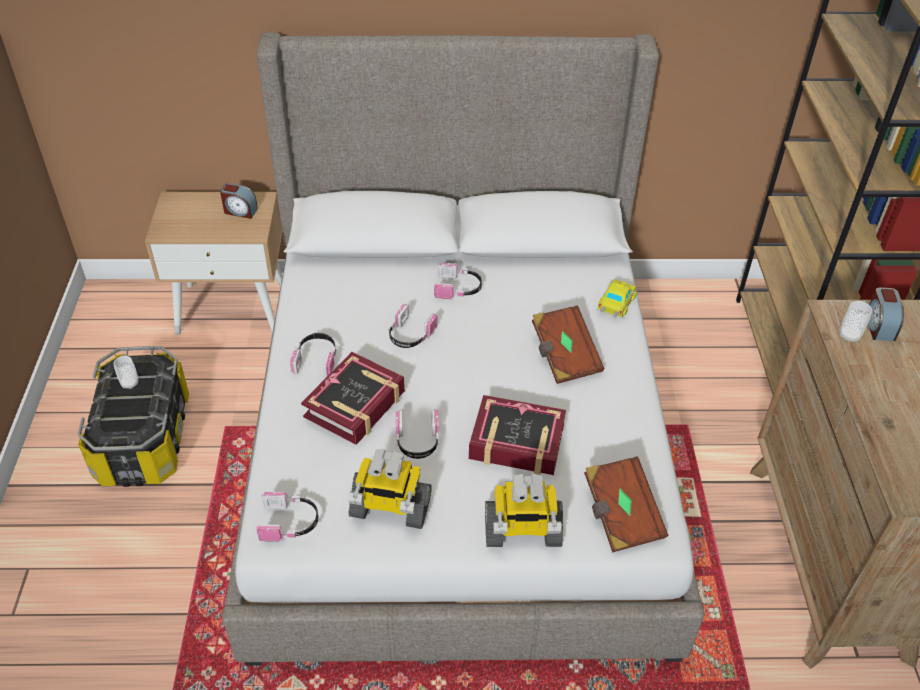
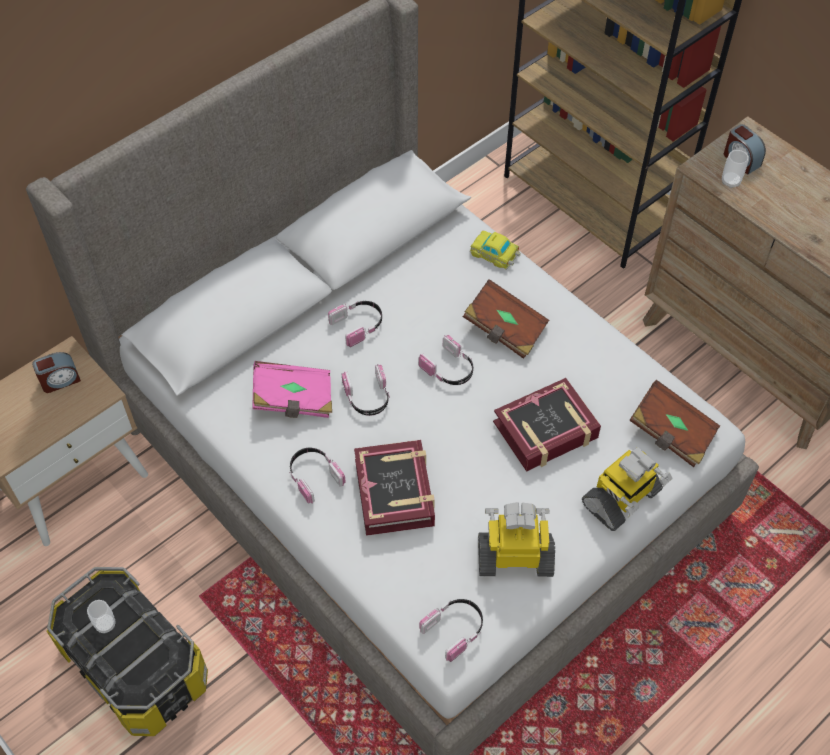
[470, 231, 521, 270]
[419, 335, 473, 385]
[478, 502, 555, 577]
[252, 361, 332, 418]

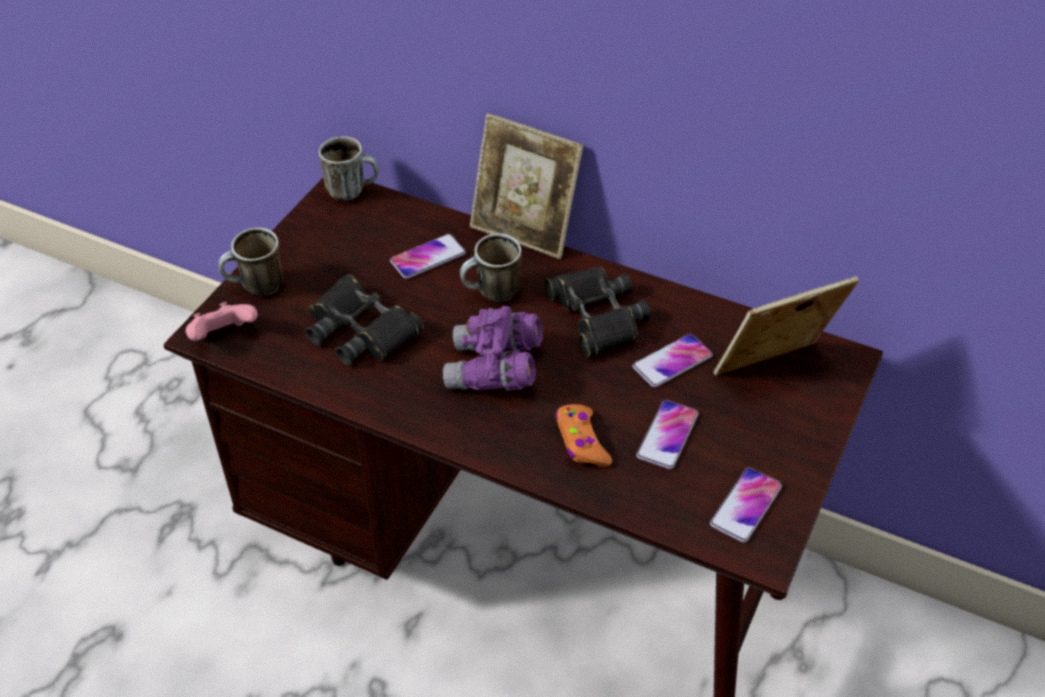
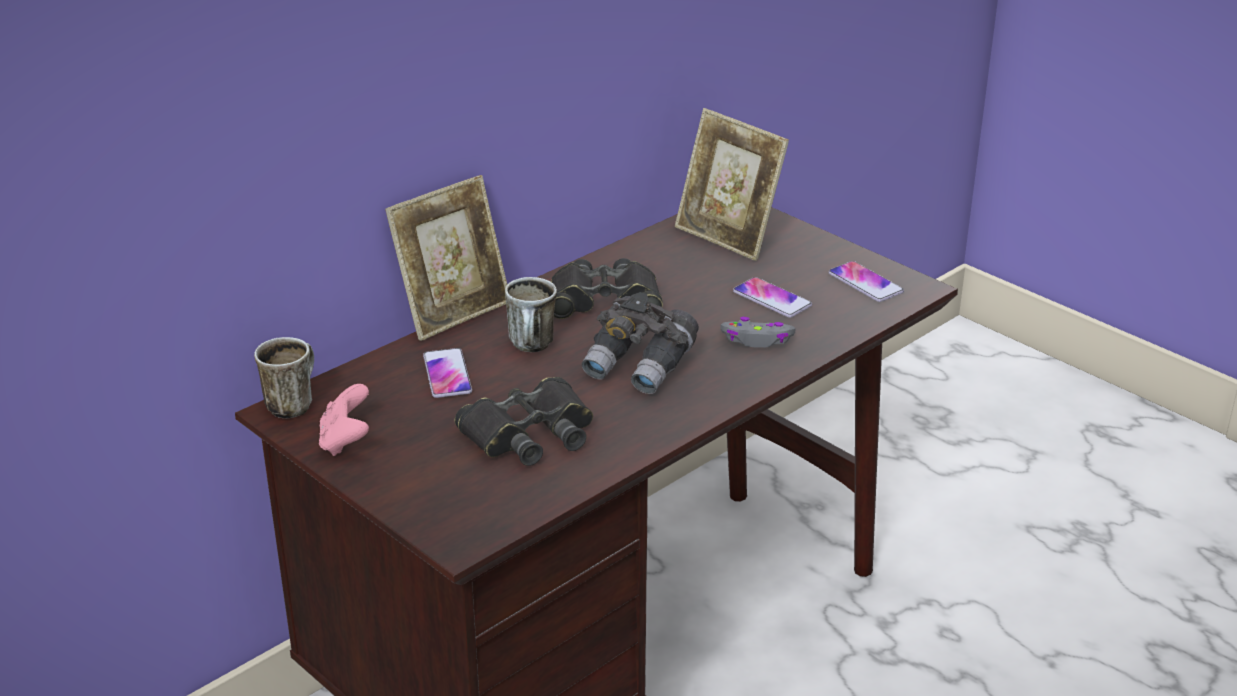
[218, 228, 283, 296] (first image)
[675, 108, 789, 261]
[319, 384, 369, 456]
[582, 292, 699, 394]
[632, 334, 713, 387] (first image)
[720, 317, 796, 348]

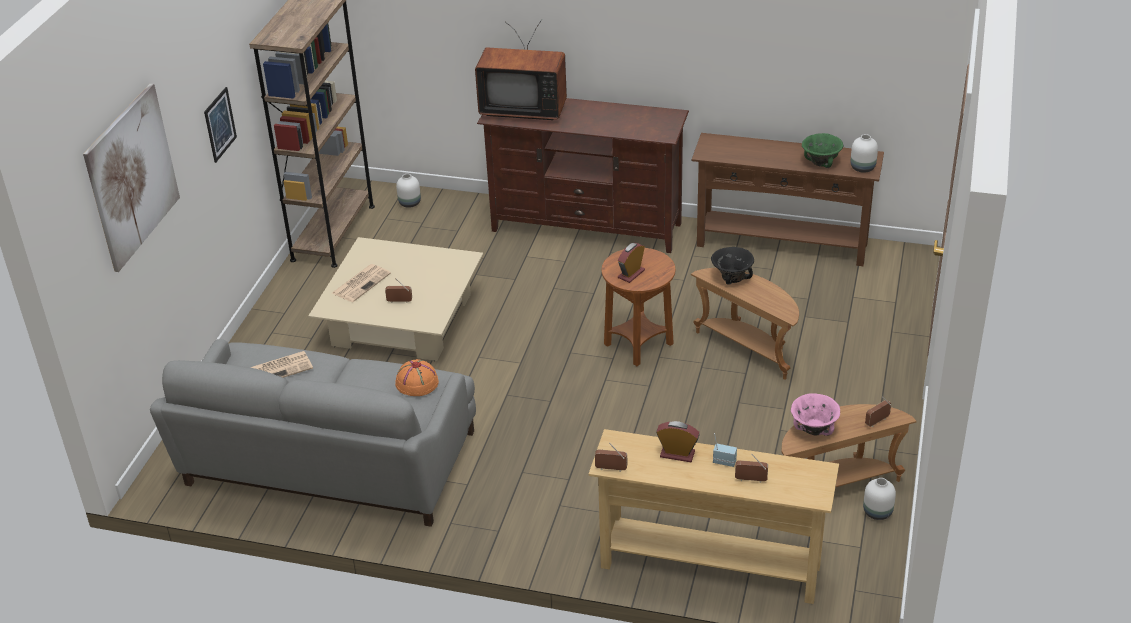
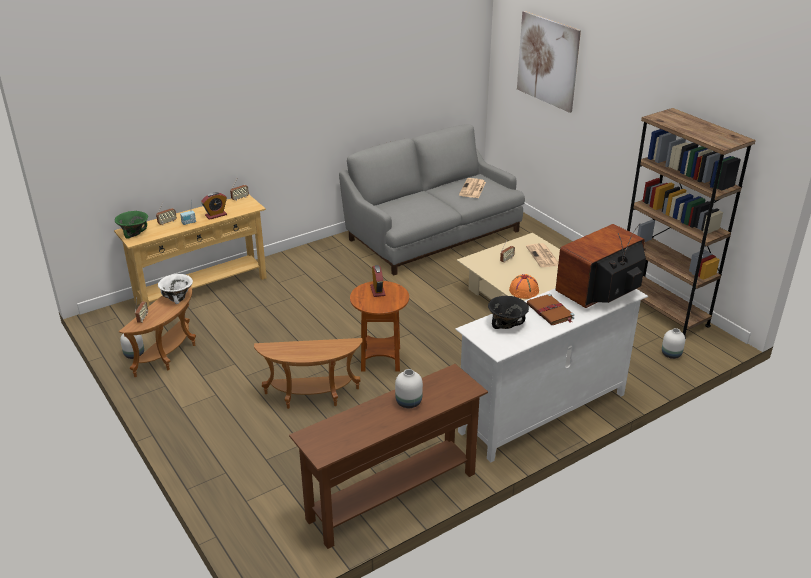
[204, 87, 237, 163] (first image)
[455, 288, 648, 463]
[115, 211, 148, 239]
[395, 369, 423, 408]
[488, 296, 529, 329]
[509, 274, 539, 299]
[158, 274, 193, 304]
[527, 294, 575, 325]

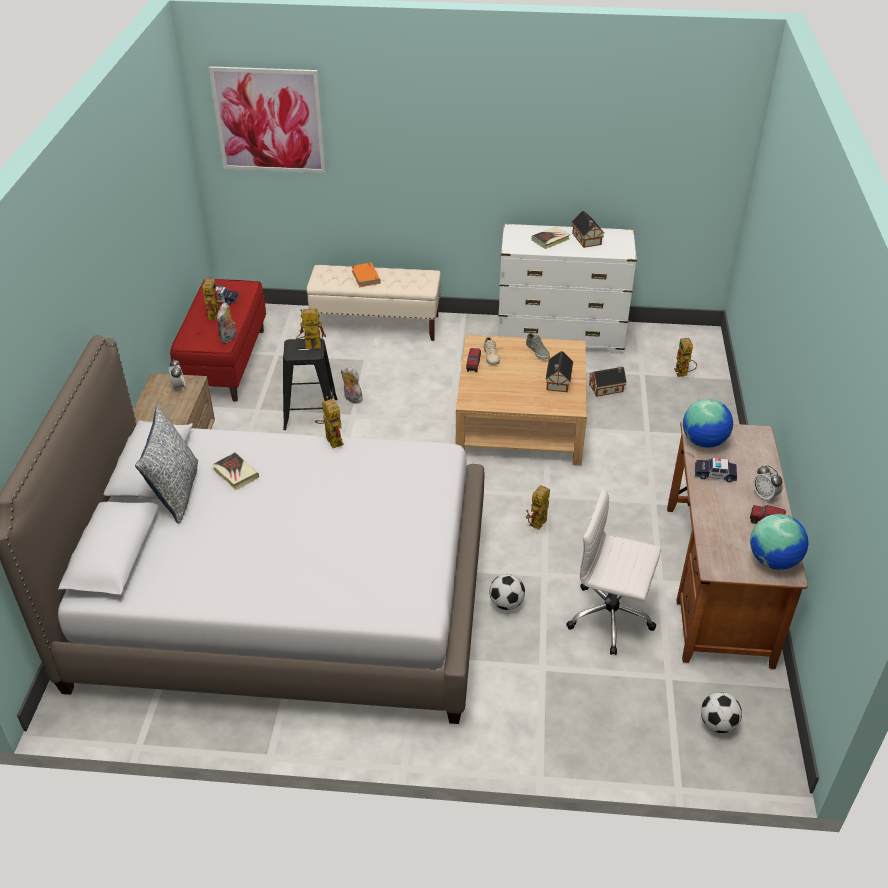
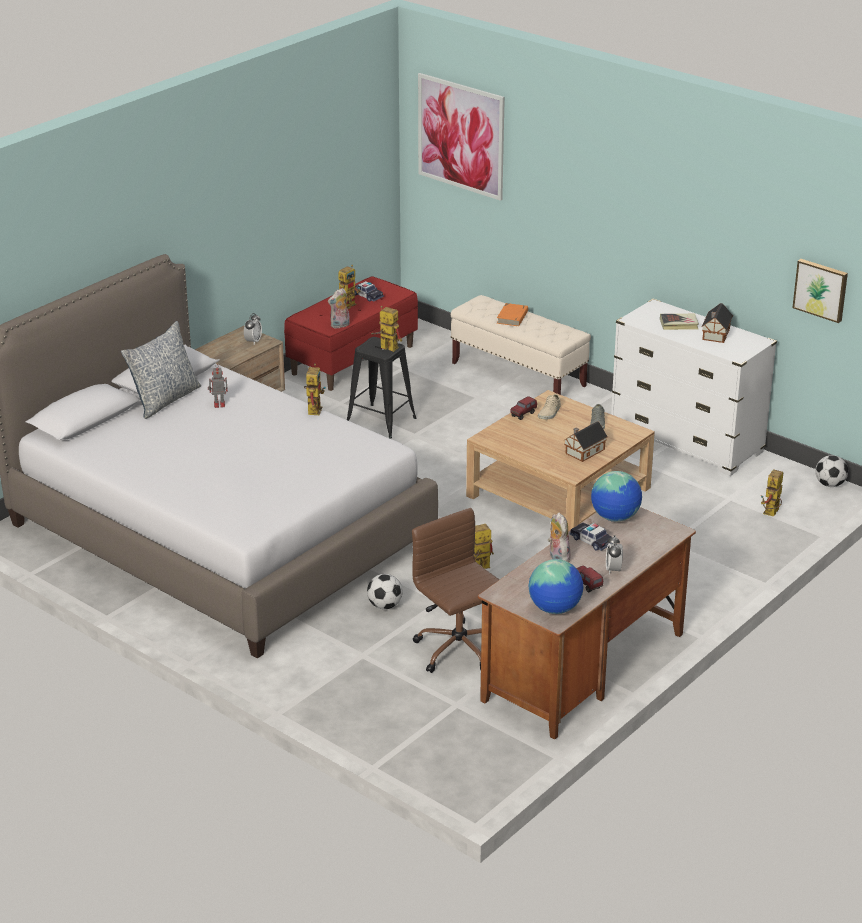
[589, 366, 627, 397] (first image)
[548, 513, 571, 562]
[208, 367, 228, 408]
[412, 508, 500, 673]
[815, 455, 848, 487]
[792, 259, 848, 323]

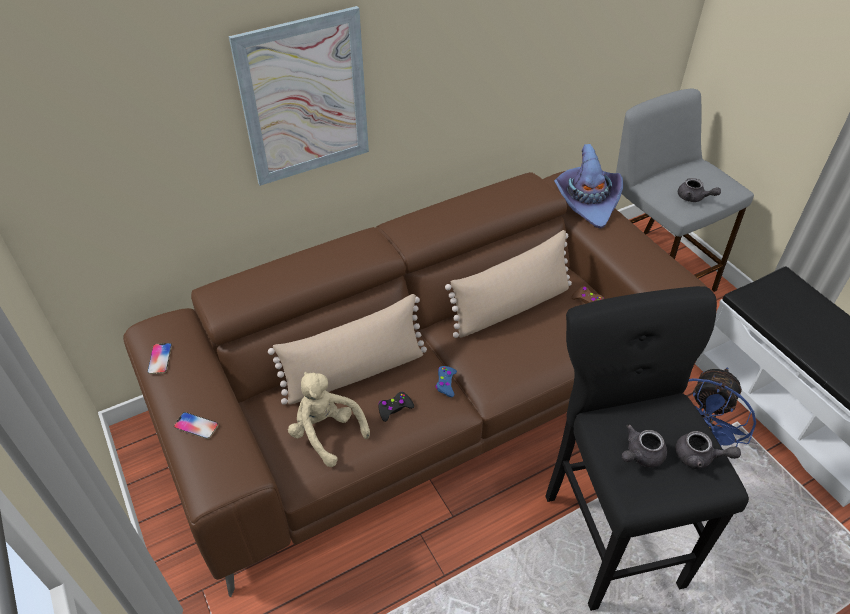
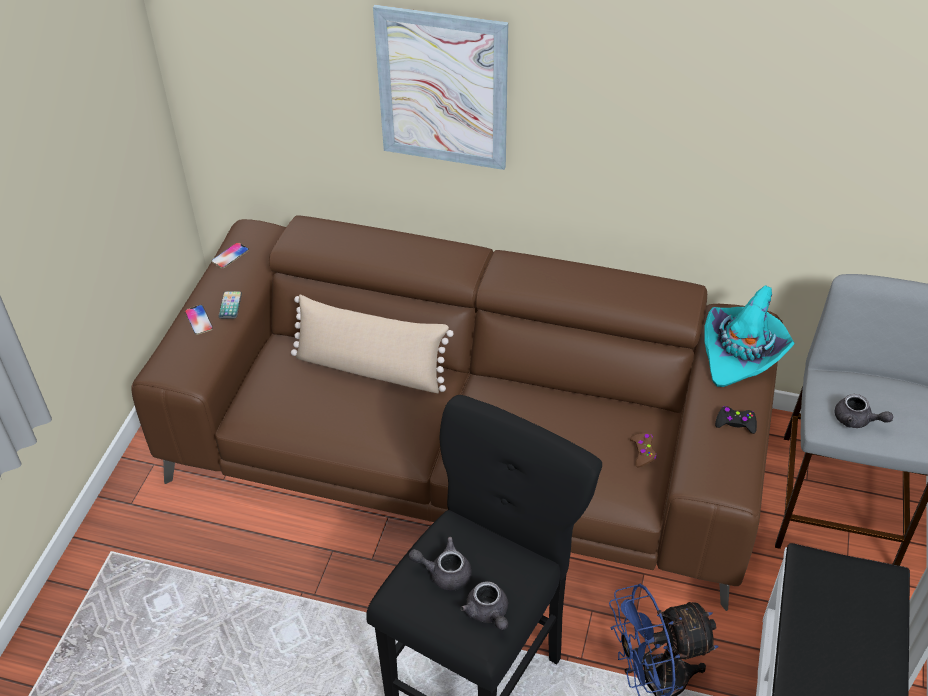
[705, 285, 795, 387]
[835, 394, 893, 428]
[445, 230, 572, 338] (first image)
[436, 366, 457, 397] (first image)
[288, 372, 370, 467] (first image)
[715, 406, 757, 434]
[218, 291, 242, 319]

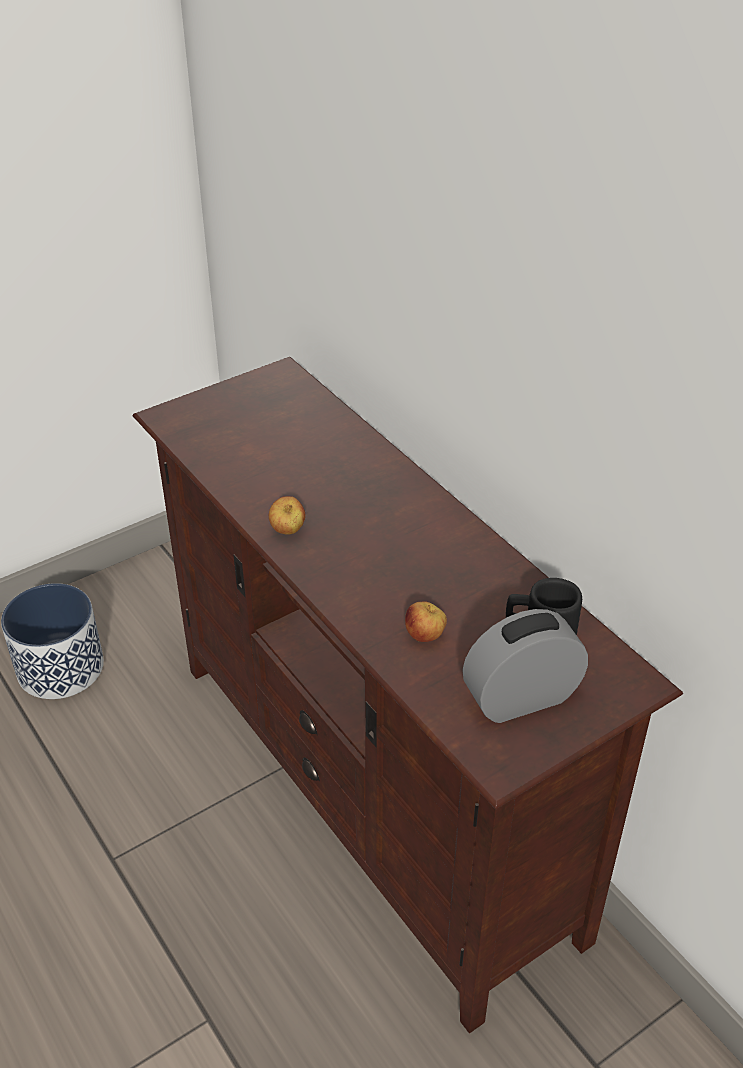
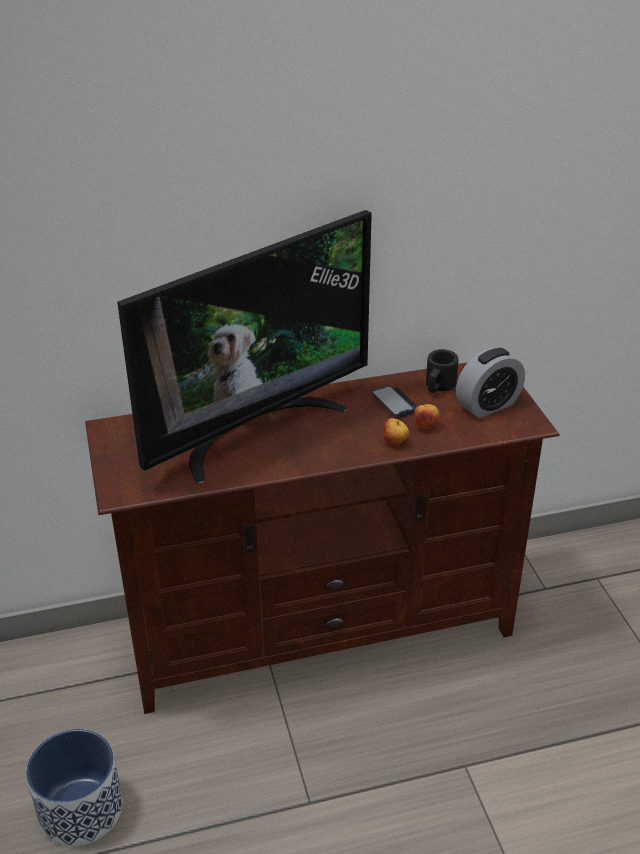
[382, 418, 409, 445]
[456, 347, 525, 418]
[117, 210, 372, 484]
[371, 386, 417, 417]

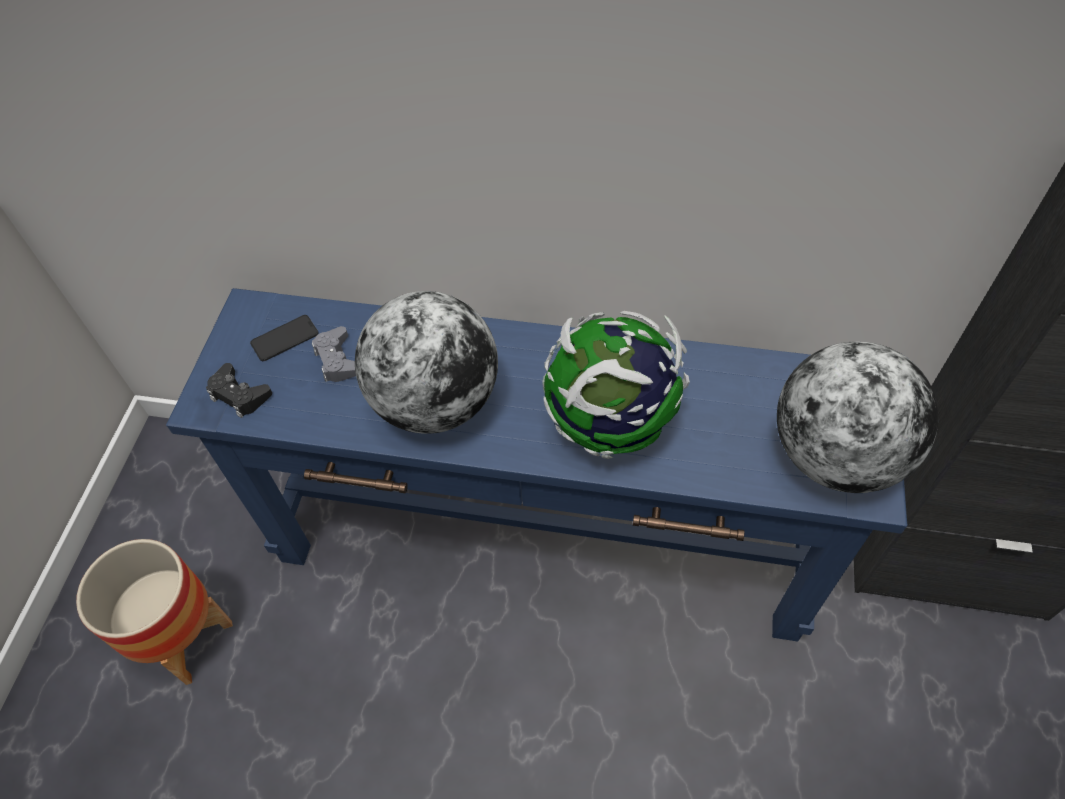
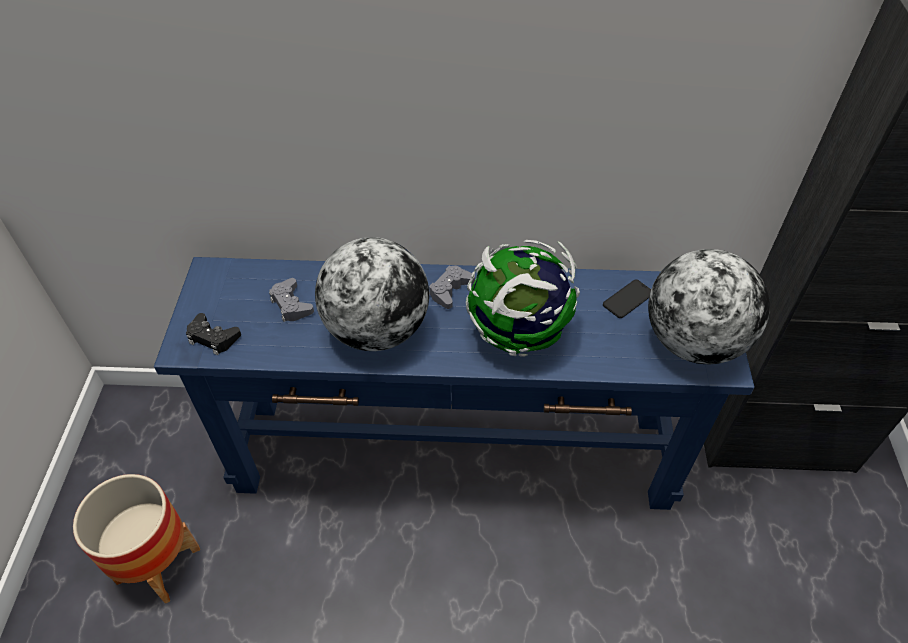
[603, 279, 651, 318]
[429, 266, 475, 309]

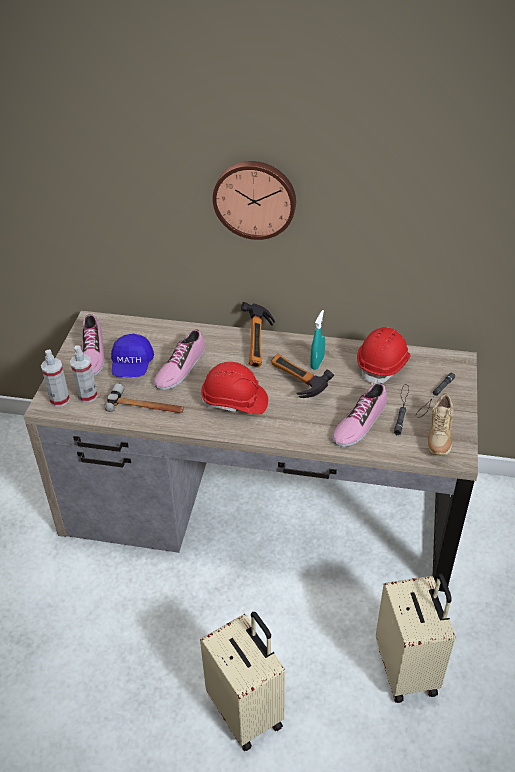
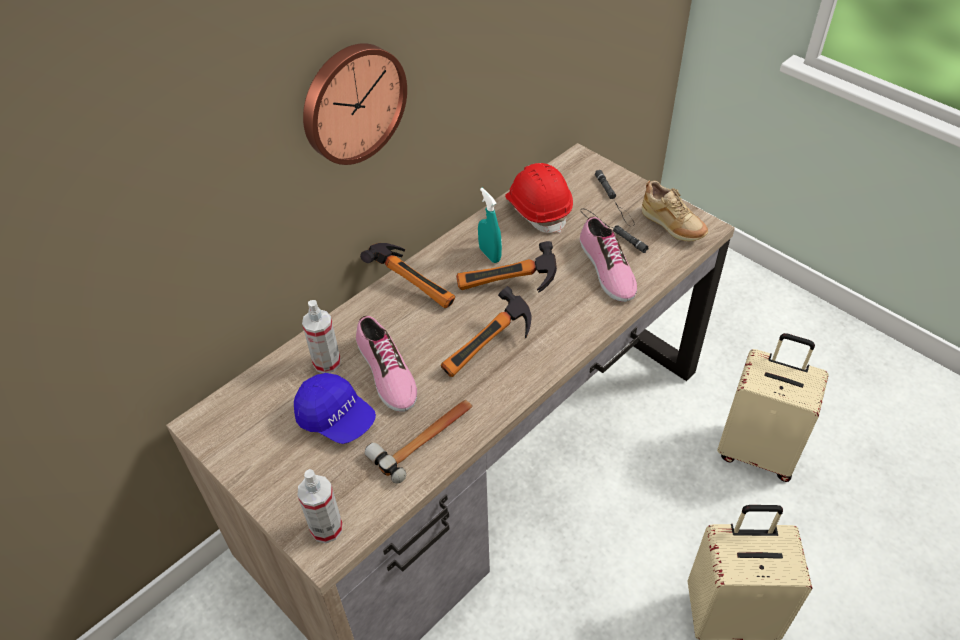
[81, 314, 104, 376] (first image)
[302, 300, 341, 373]
[441, 286, 532, 377]

